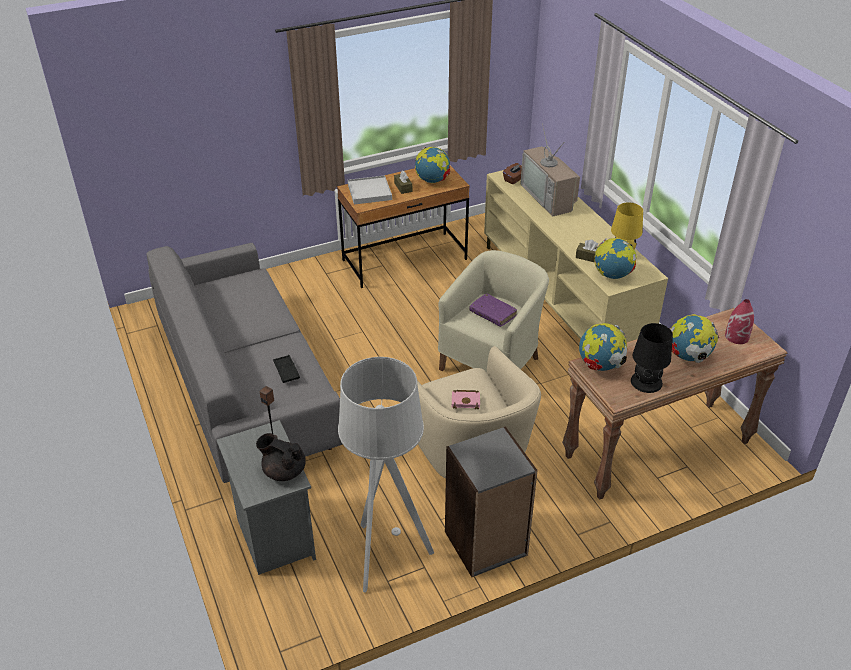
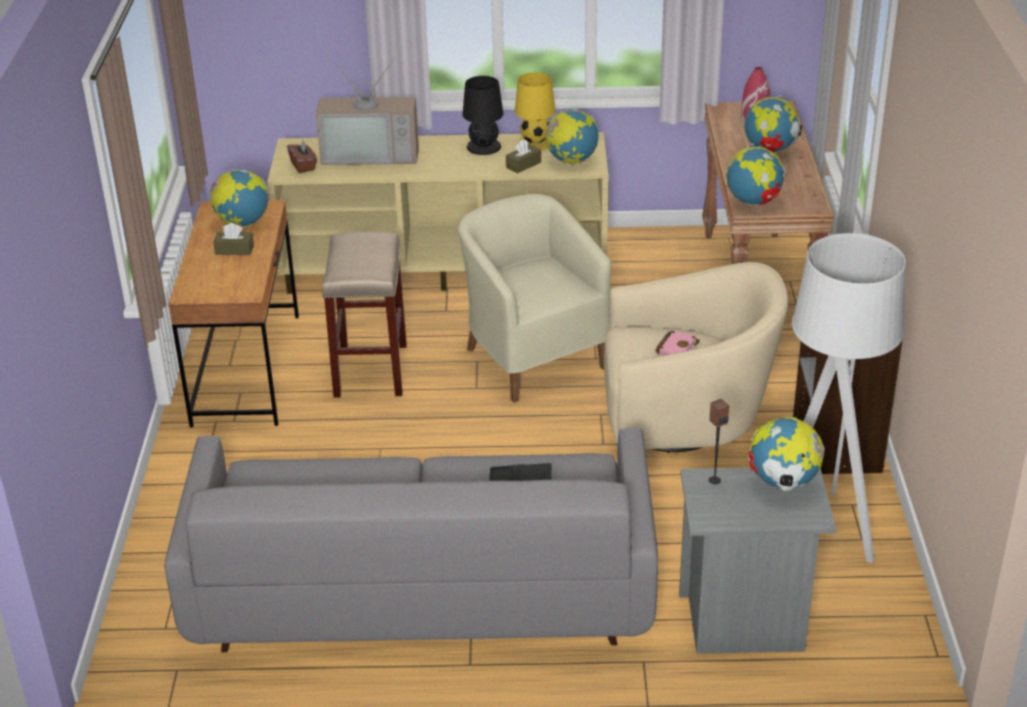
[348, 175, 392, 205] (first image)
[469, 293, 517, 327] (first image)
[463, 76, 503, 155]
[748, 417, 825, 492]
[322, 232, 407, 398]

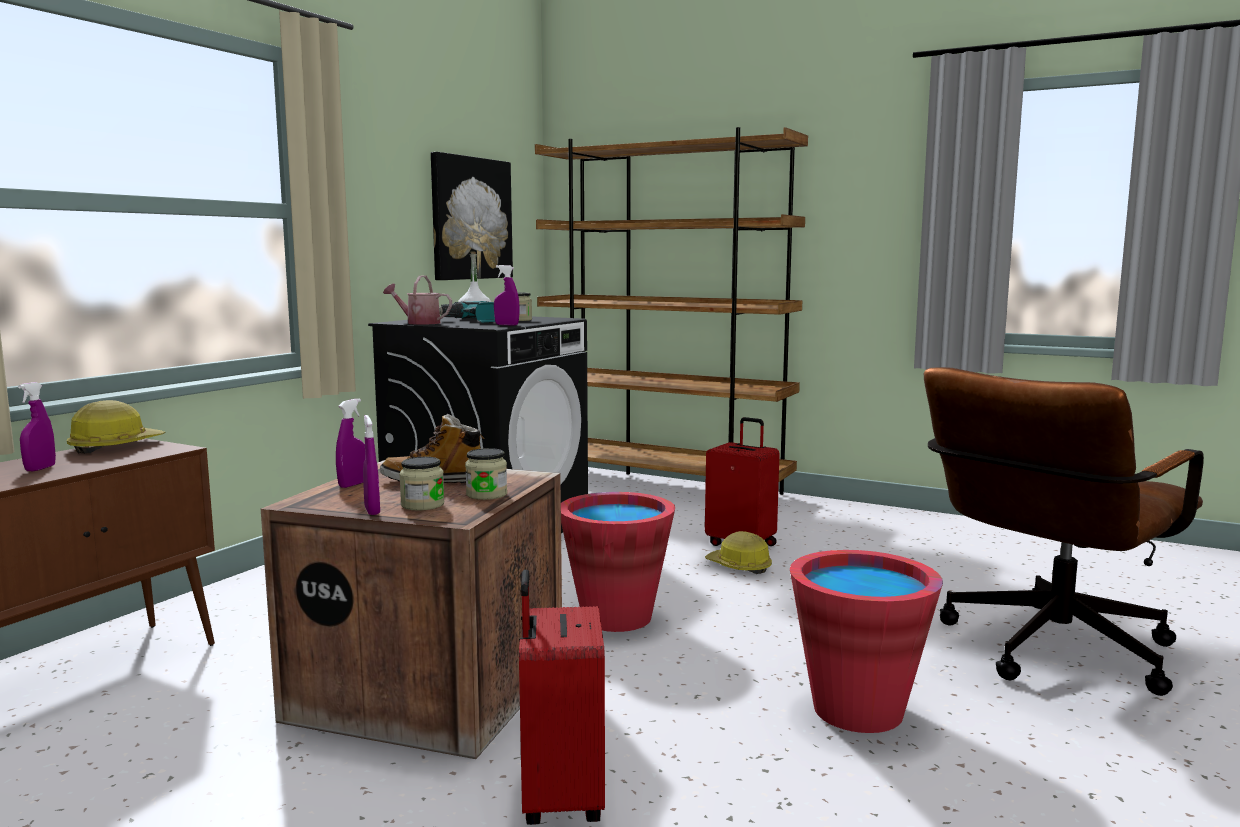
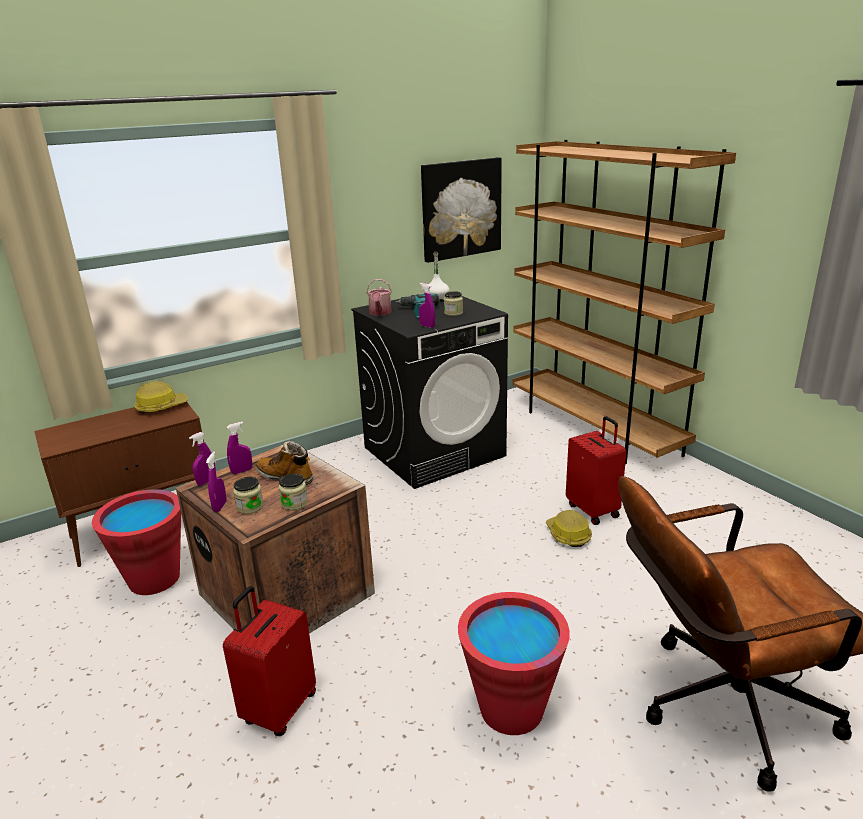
[366, 279, 392, 315]
[189, 432, 216, 486]
[92, 489, 181, 595]

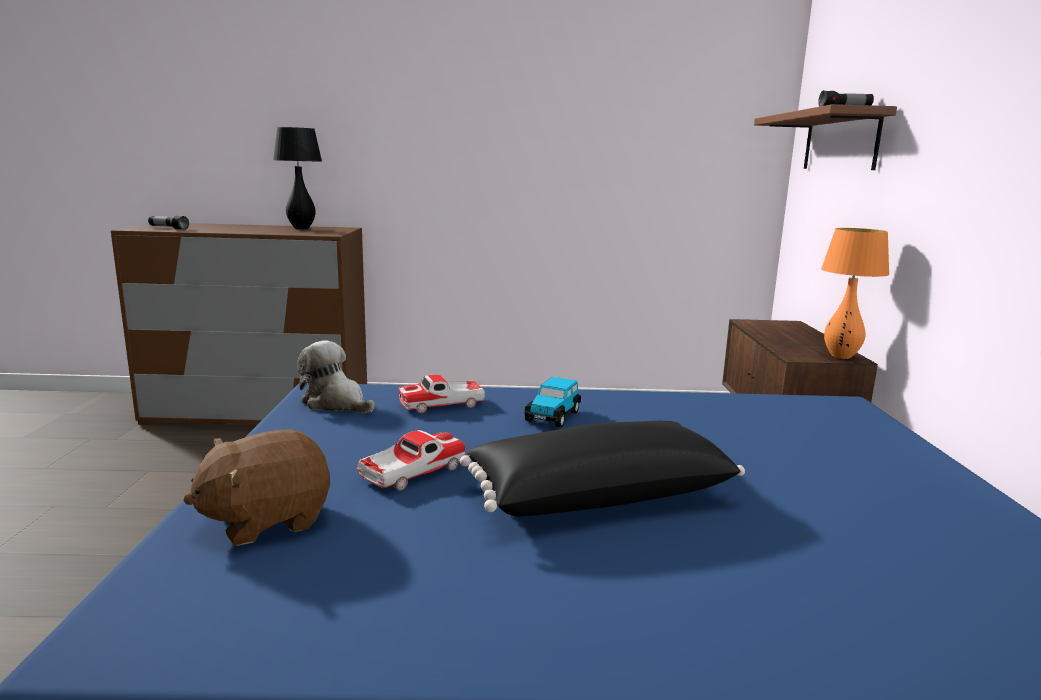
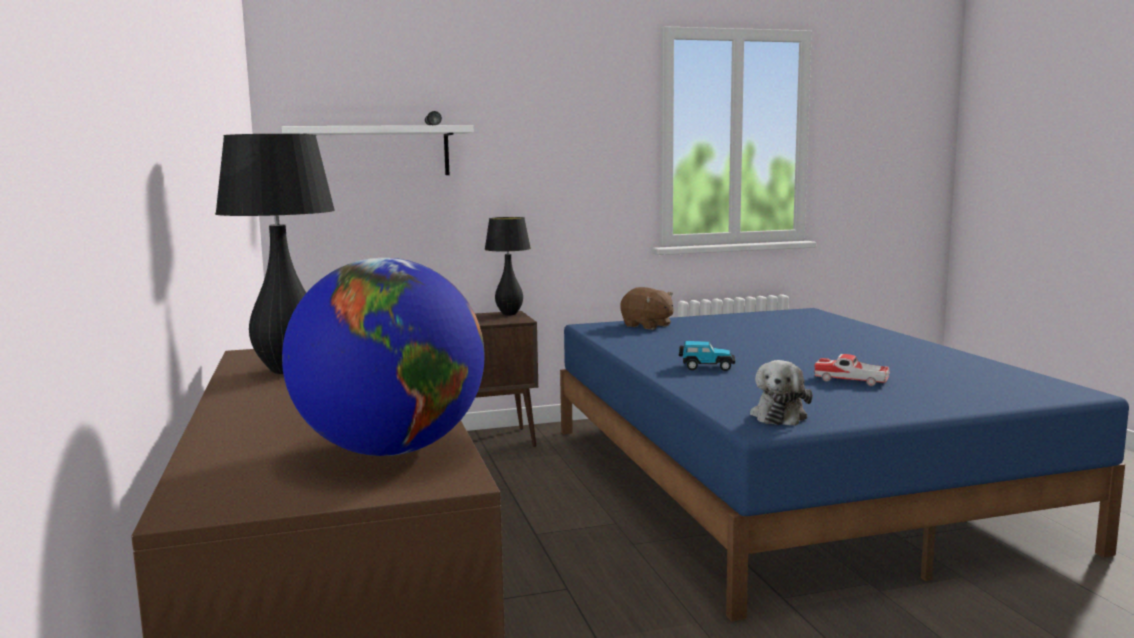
[282, 125, 473, 175]
[282, 258, 485, 456]
[484, 217, 531, 315]
[399, 375, 485, 413] (first image)
[460, 421, 745, 516] (first image)
[620, 287, 674, 330]

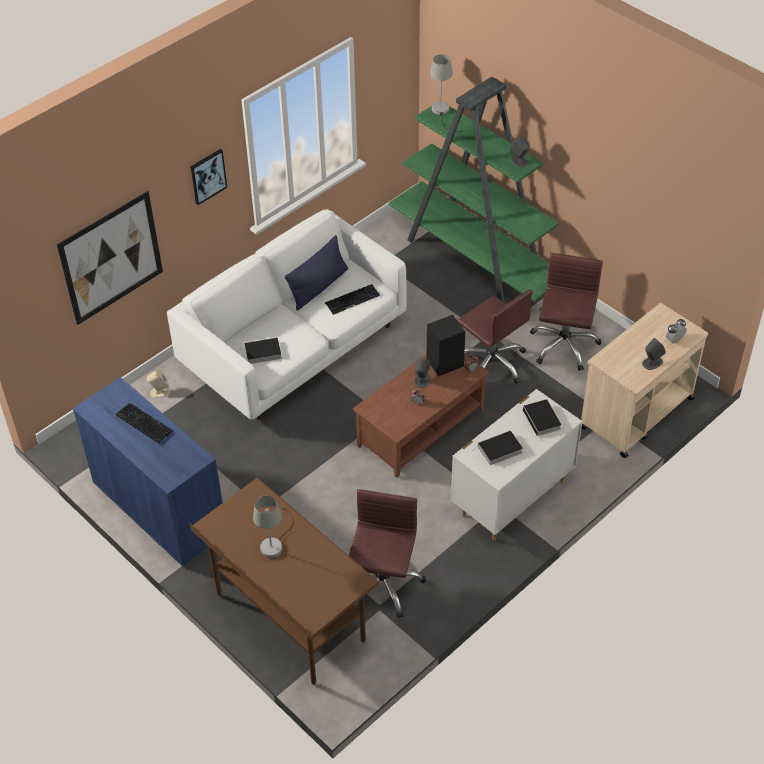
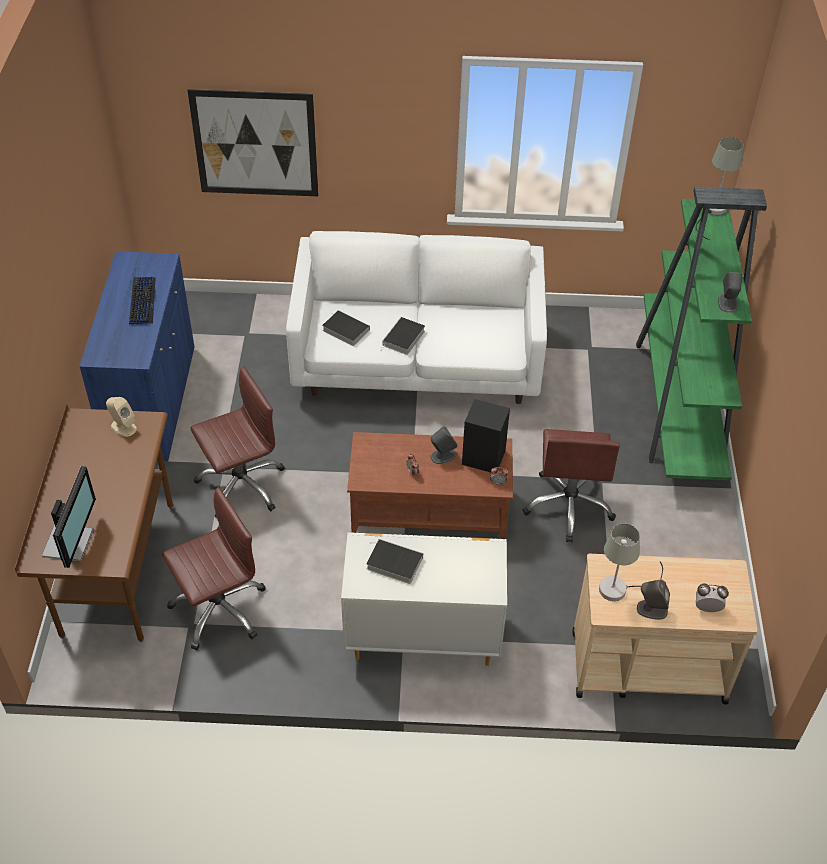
[190, 149, 227, 205] (first image)
[285, 235, 348, 310] (first image)
[190, 366, 285, 518]
[325, 284, 380, 315] (first image)
[106, 397, 137, 437]
[381, 317, 425, 355]
[599, 524, 663, 601]
[42, 466, 96, 568]

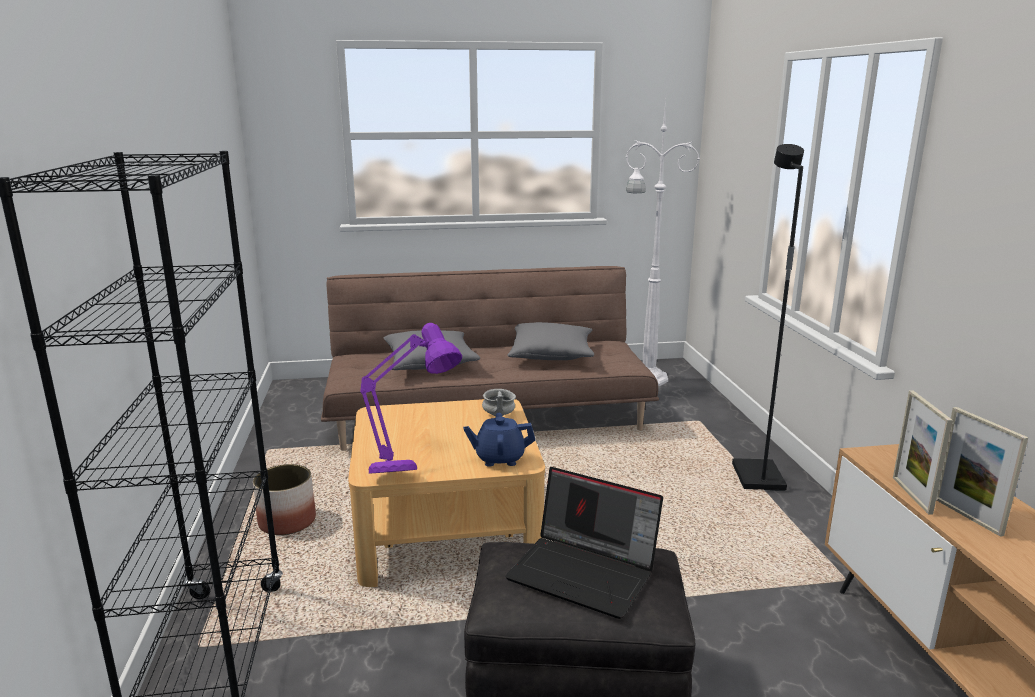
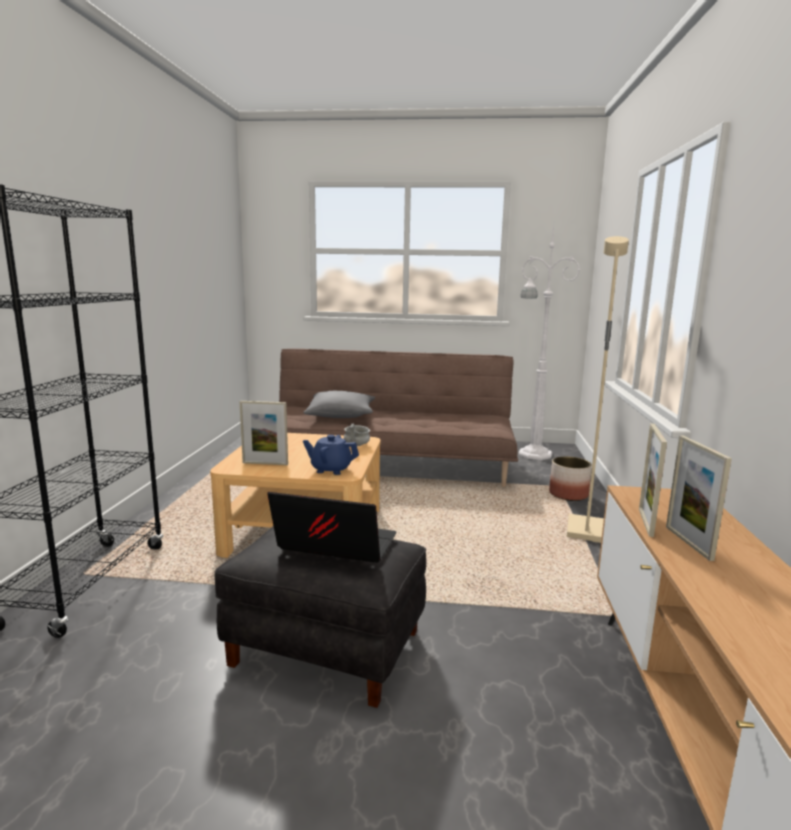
[567, 236, 629, 543]
[507, 322, 594, 360] (first image)
[239, 401, 288, 465]
[549, 456, 592, 501]
[268, 492, 397, 563]

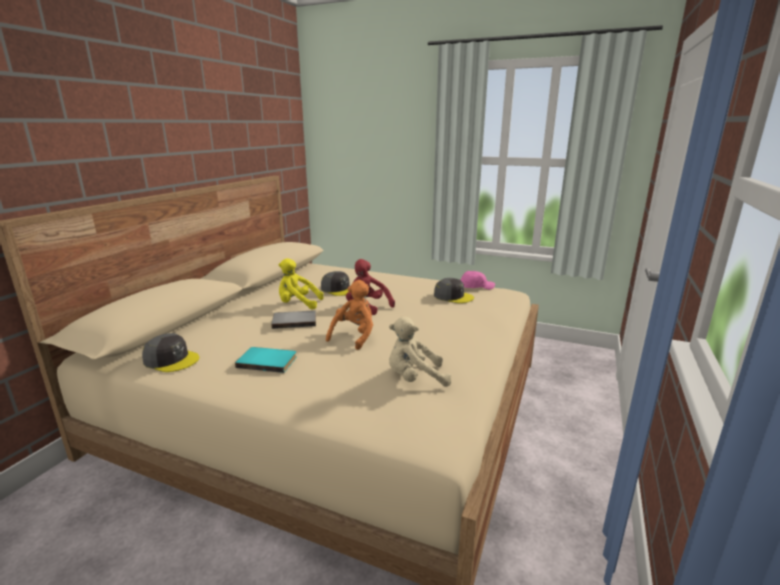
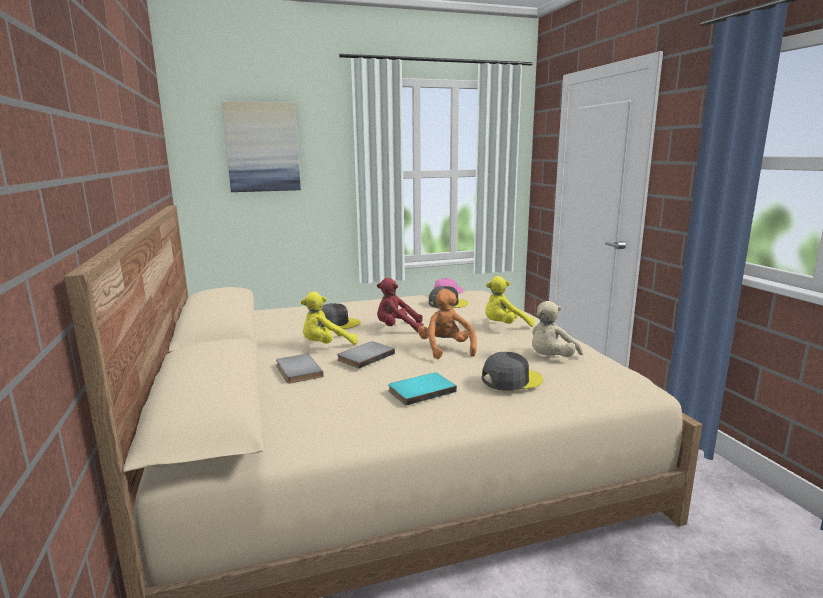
[482, 352, 543, 391]
[222, 101, 301, 192]
[485, 276, 535, 327]
[276, 354, 324, 384]

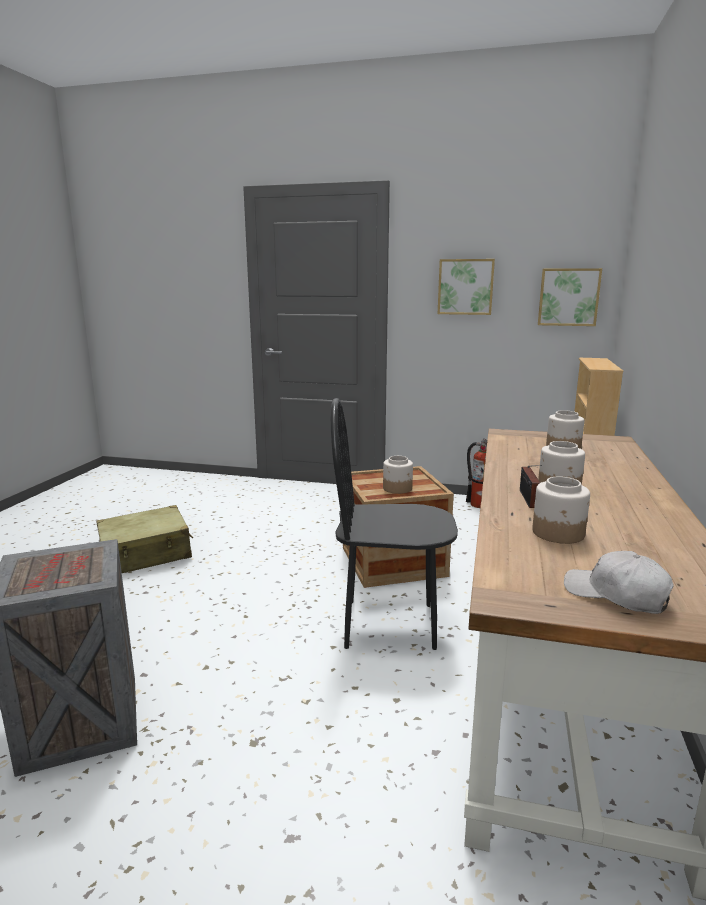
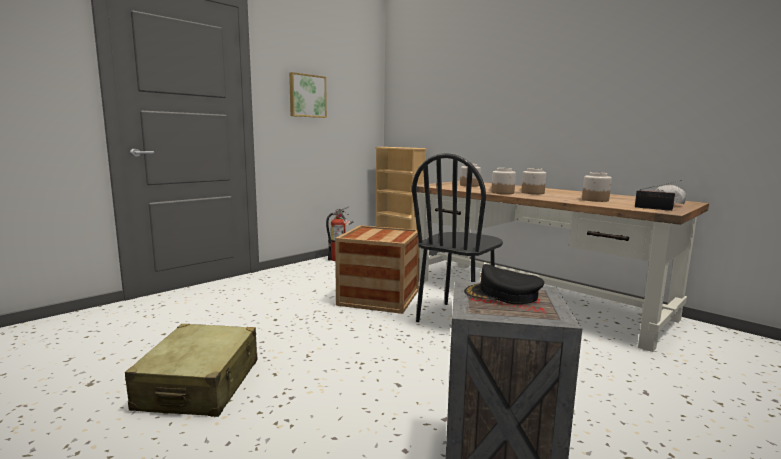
[538, 268, 602, 326] (first image)
[491, 168, 516, 194]
[635, 180, 682, 211]
[464, 264, 544, 304]

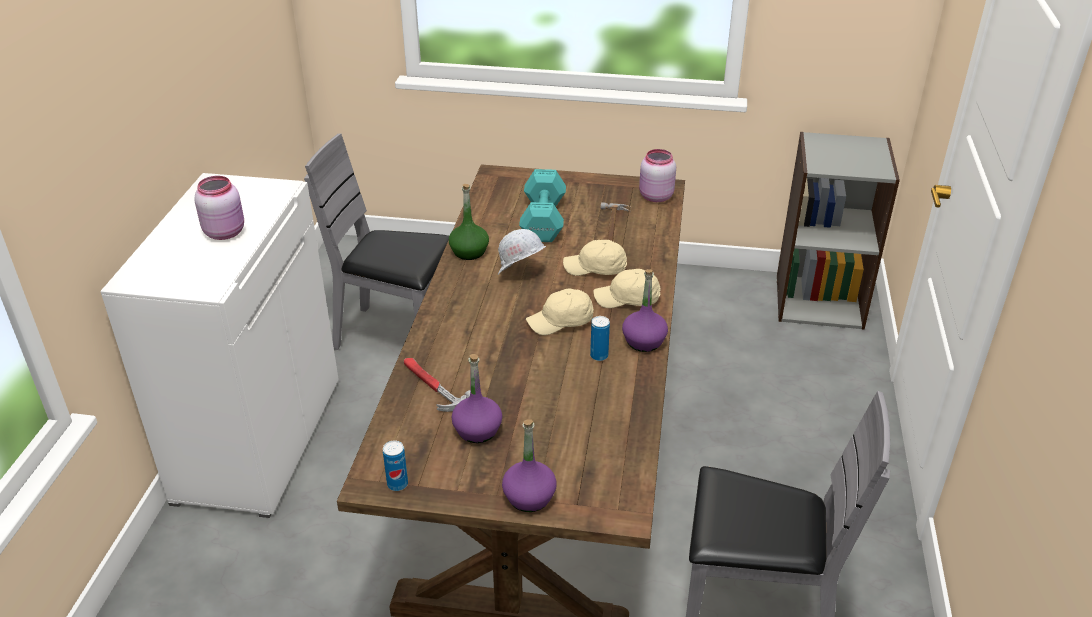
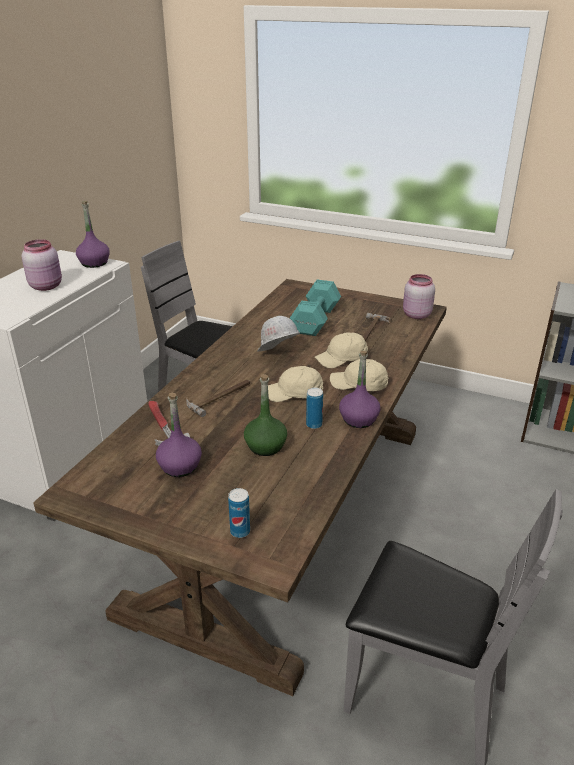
[244, 374, 287, 456]
[315, 332, 368, 369]
[76, 201, 110, 268]
[228, 488, 250, 538]
[186, 380, 250, 417]

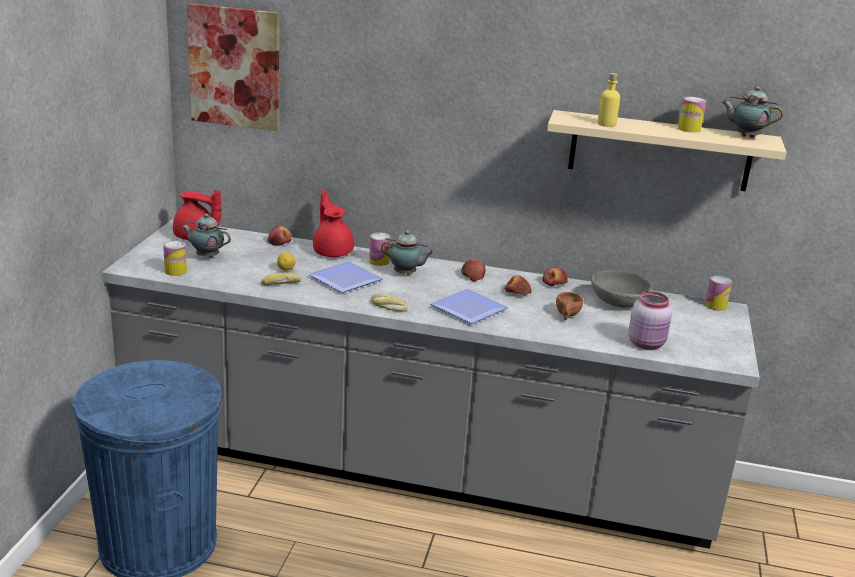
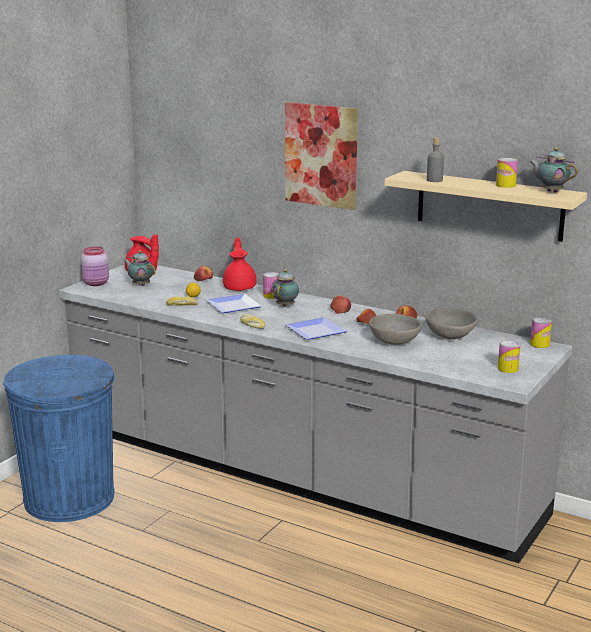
[285, 102, 358, 210]
[427, 137, 444, 182]
[272, 269, 299, 307]
[498, 340, 520, 373]
[81, 246, 109, 286]
[369, 314, 422, 345]

